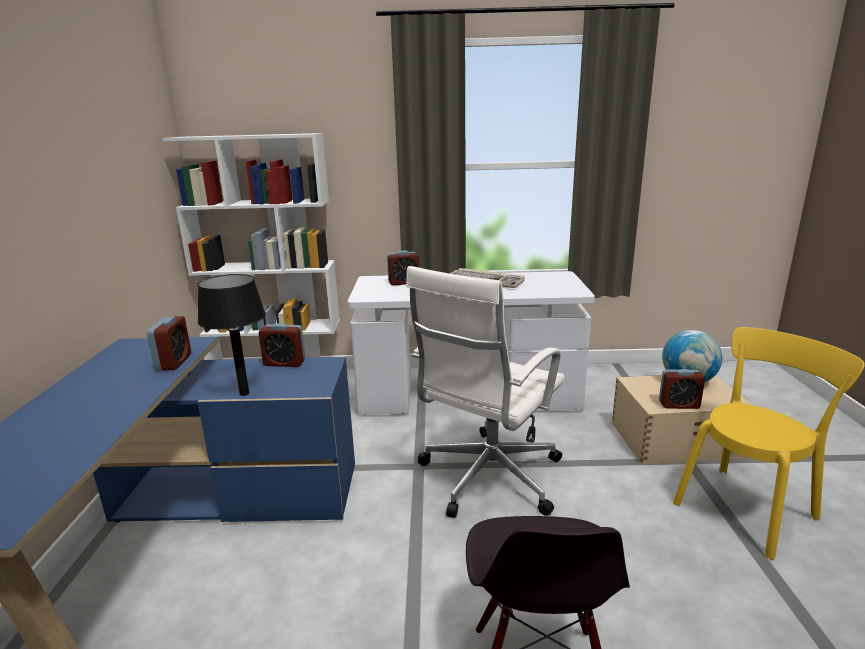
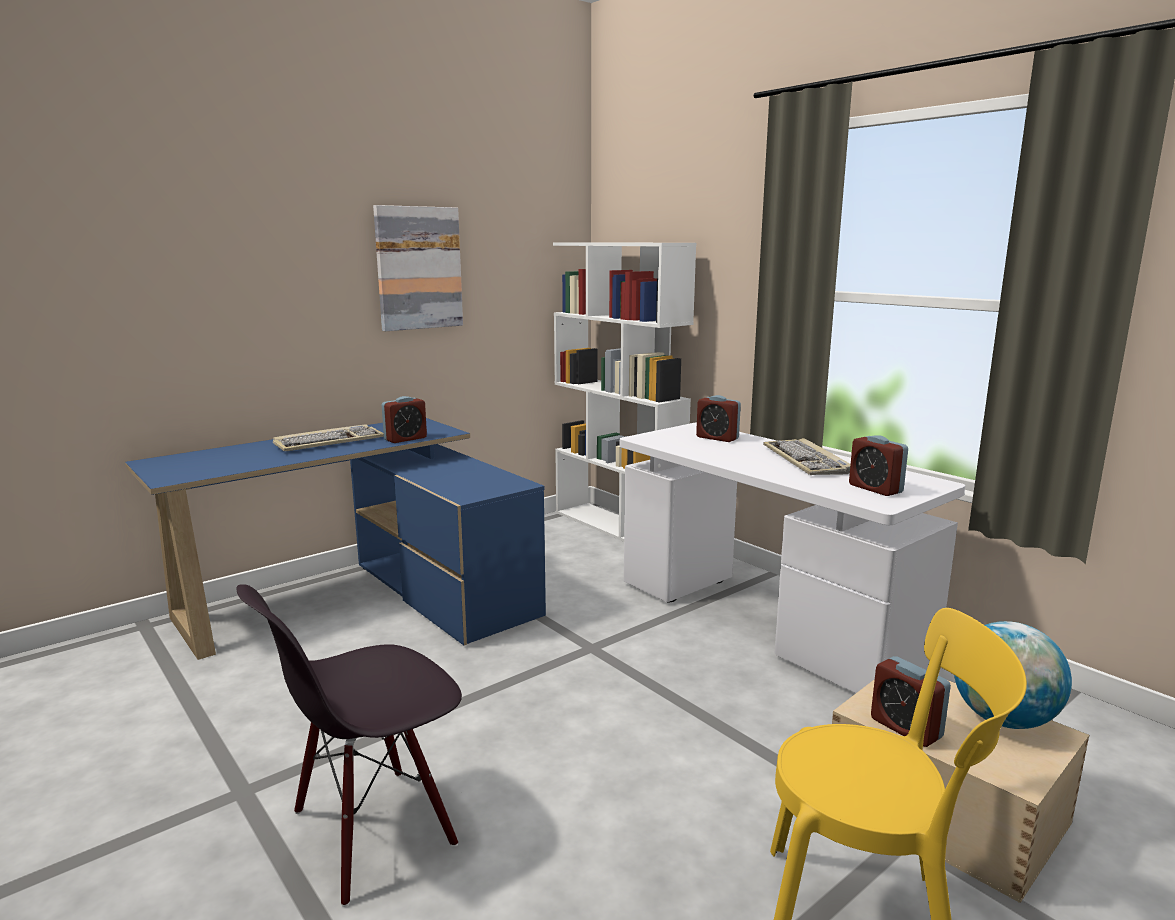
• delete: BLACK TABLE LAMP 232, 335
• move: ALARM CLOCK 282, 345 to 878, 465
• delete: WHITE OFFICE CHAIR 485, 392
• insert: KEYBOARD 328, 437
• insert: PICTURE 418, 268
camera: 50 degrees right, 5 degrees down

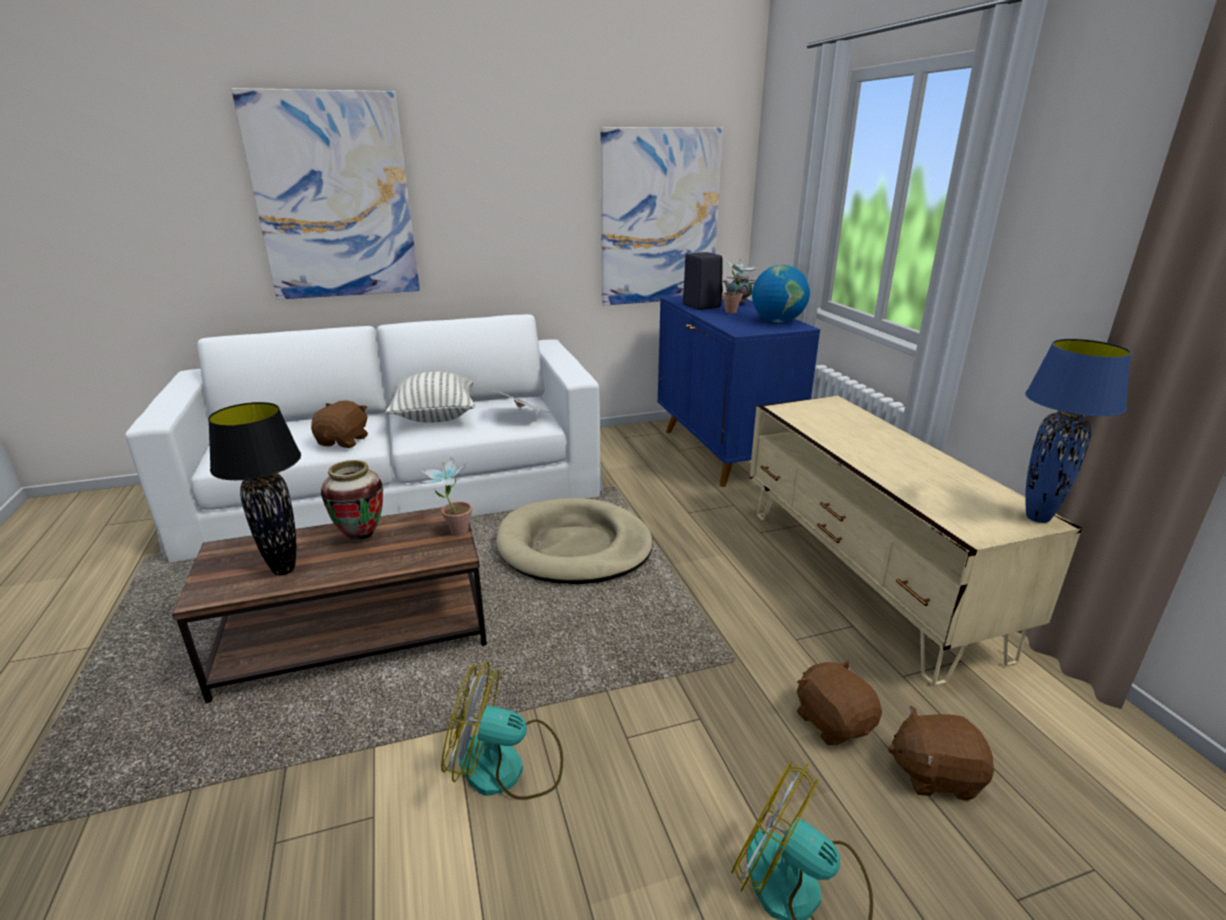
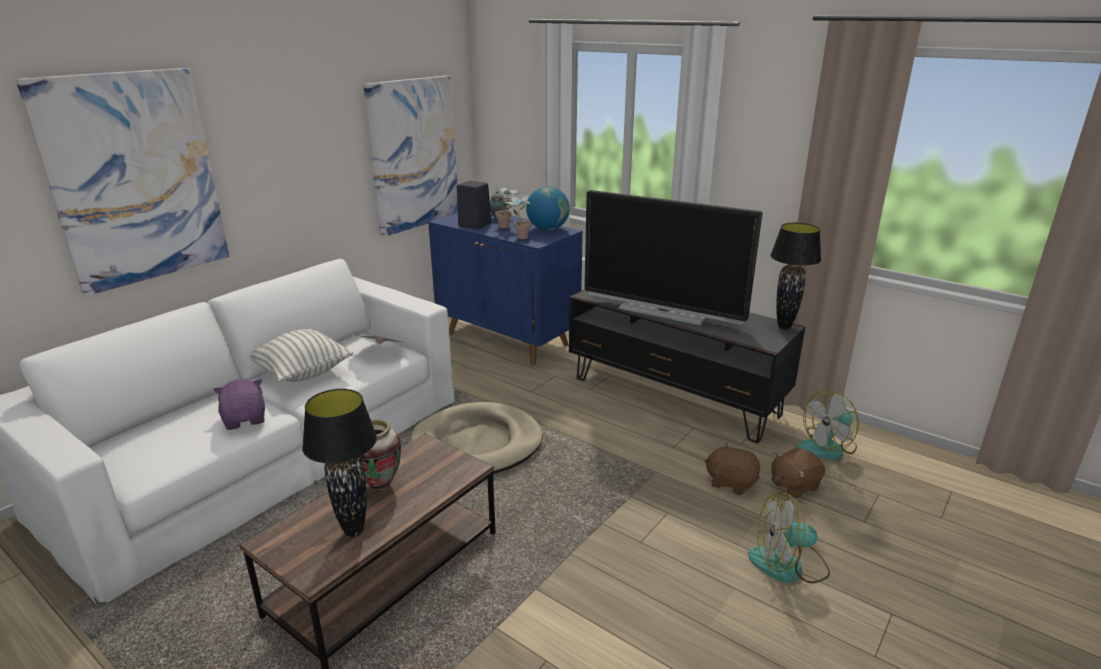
• recolor: BROWN PLUSH TOY 339, 424 to PURPLE PLUSH TOY 239, 404
• move: POTTED PLANT 446, 496 to 518, 216
• move: FAN 502, 730 to 828, 425
• recolor: BEIGE TV STAND 916, 541 to BLACK TV STAND 687, 366
• recolor: BLUE TABLE LAMP 1078, 431 to BLACK TABLE LAMP 795, 276
• insert: TELEVISION 673, 257
camera: 35 degrees left, 0 degrees up

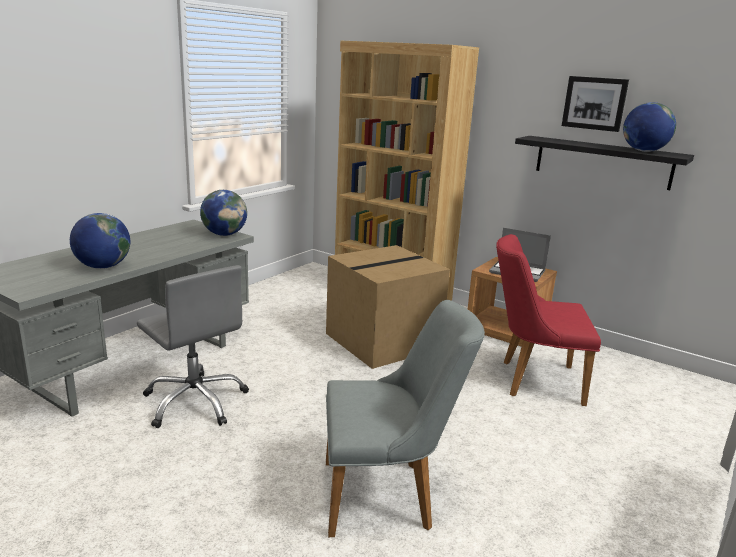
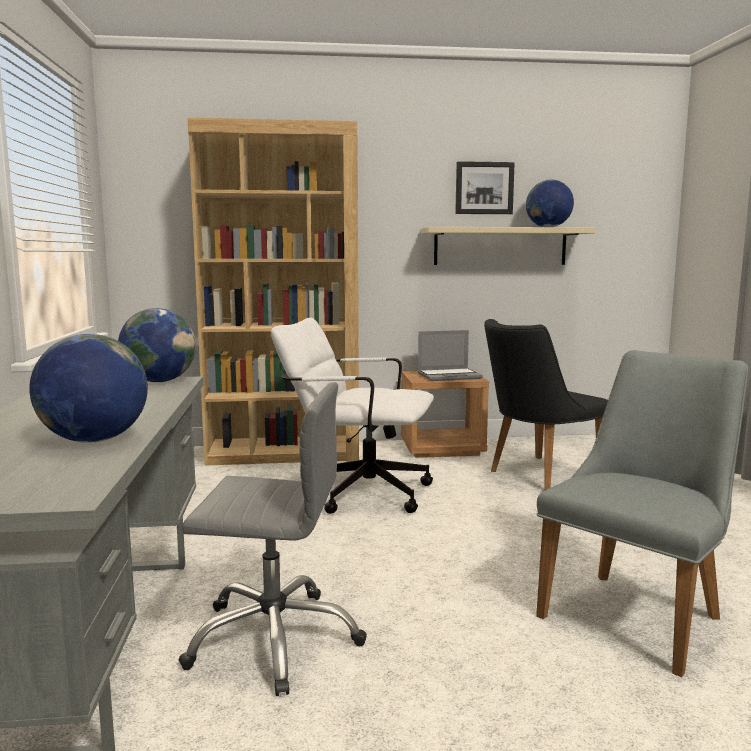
• replace: CARDBOARD BOX 388, 307 to WHITE OFFICE CHAIR 352, 416
• recolor: RED CHAIR 548, 320 to BLACK CHAIR 546, 405
• recolor: BLACK SHELF 604, 163 to BEIGE SHELF 508, 246
camera: 40 degrees left, 10 degrees down

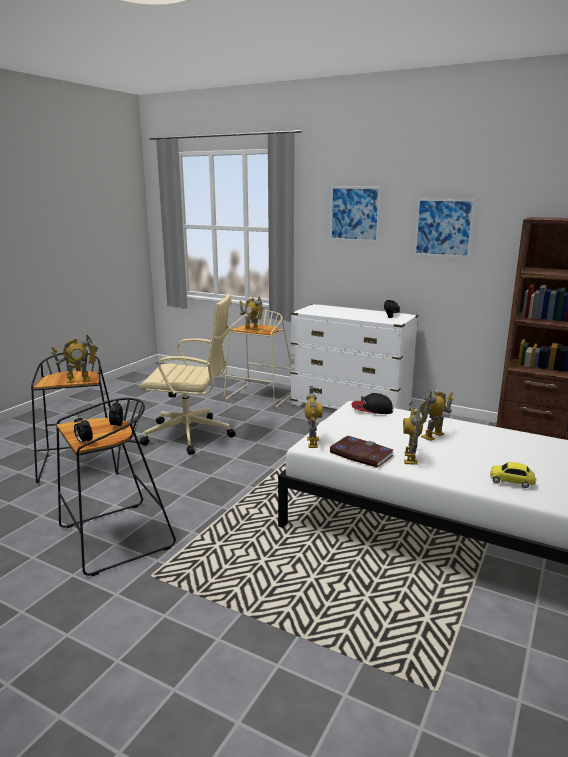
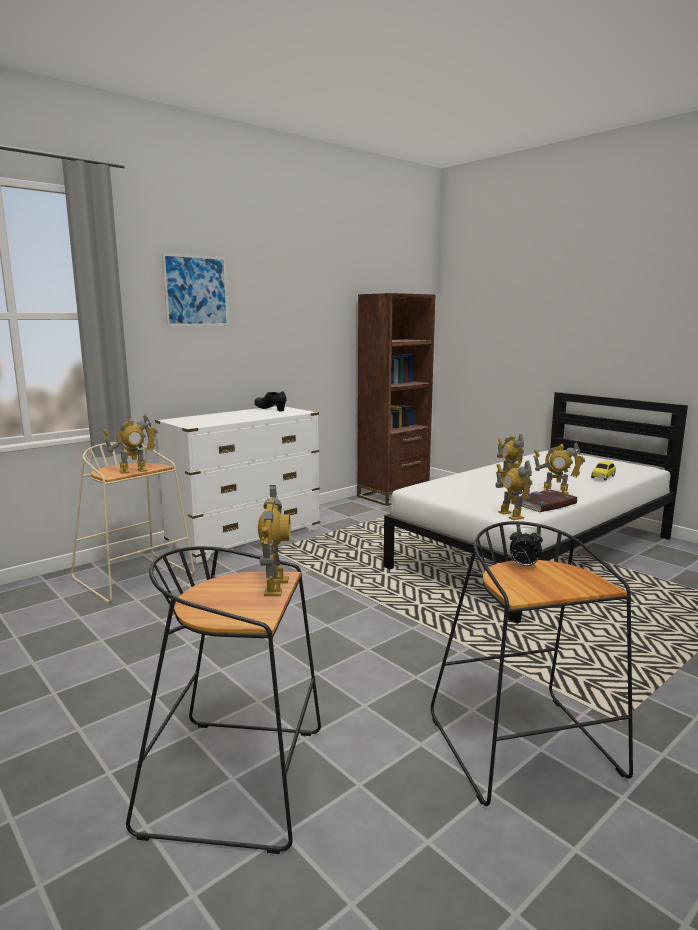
• delete: ALARM CLOCK 83, 428
• delete: BEIGE OFFICE CHAIR 187, 374
• rotate: TOY ROBOT 313, 417 = 514, 490 135 degrees counterclockwise
• delete: CAP 372, 403
• delete: PICTURE 444, 228
camera: 70 degrees left, 5 degrees down

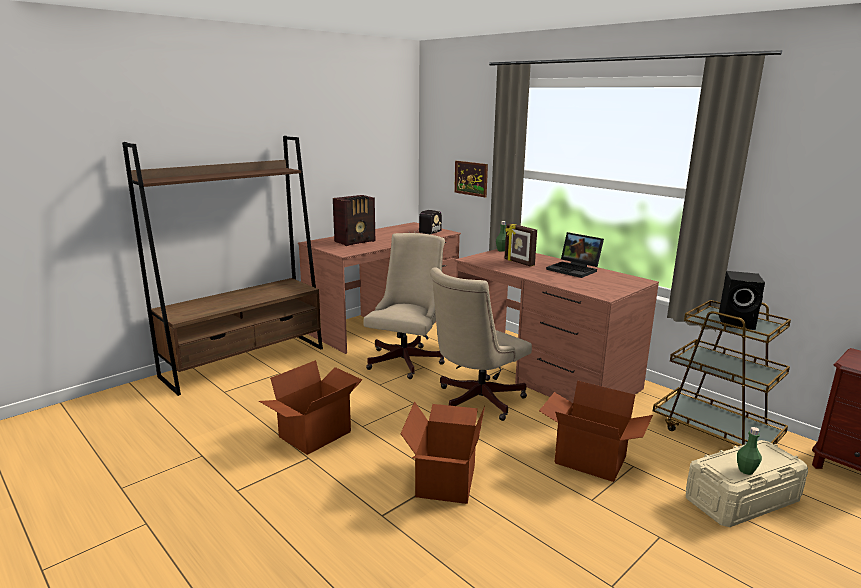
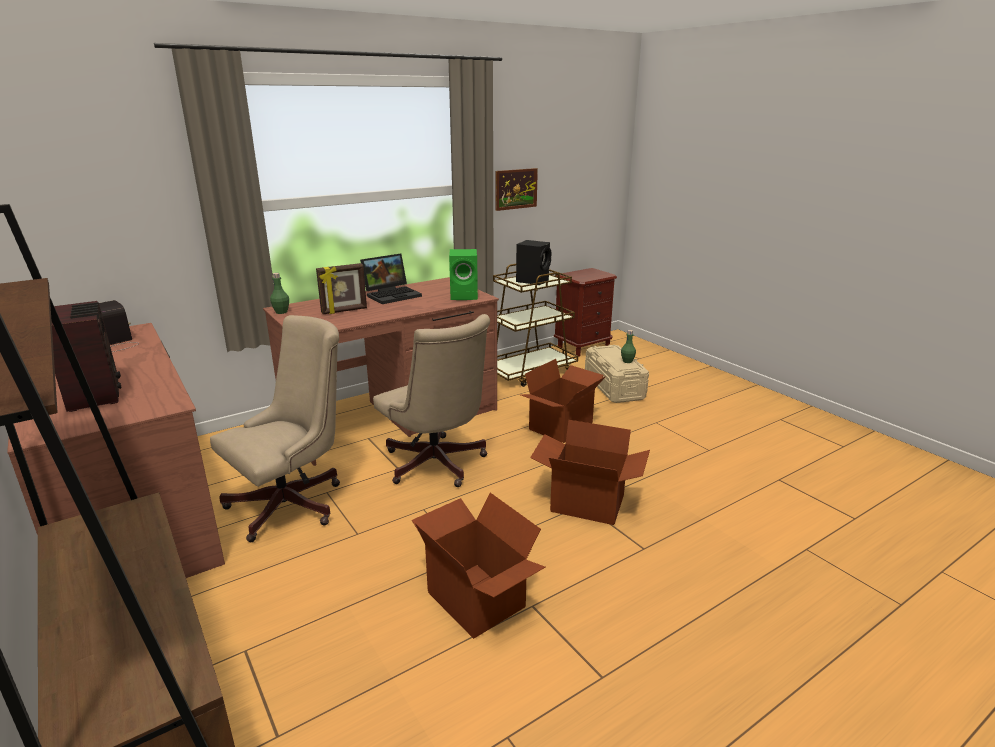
• rotate: BEIGE OFFICE CHAIR 404, 306 = 275, 428 105 degrees clockwise
• move: PICTURE 471, 179 to 517, 189
• insert: GREEN SPEAKER 463, 274
camera: 80 degrees left, 5 degrees up

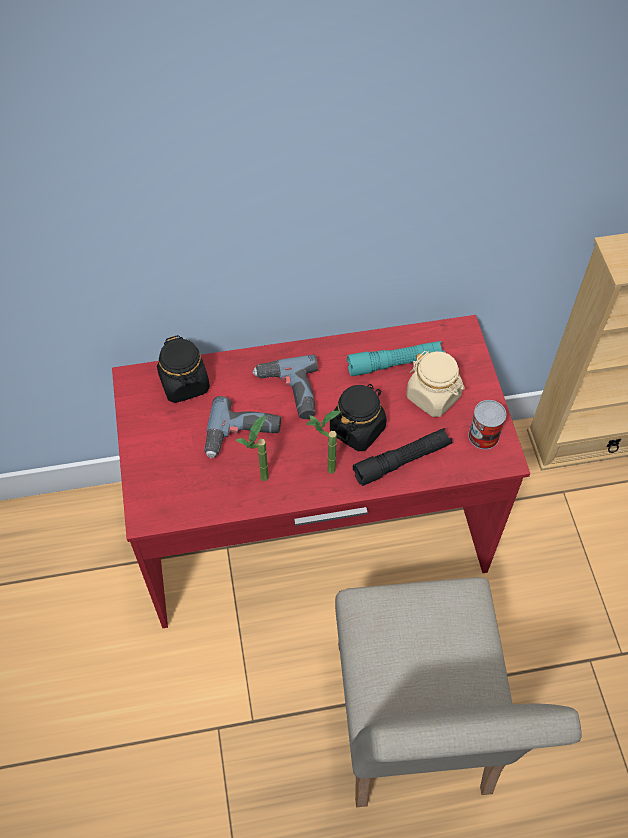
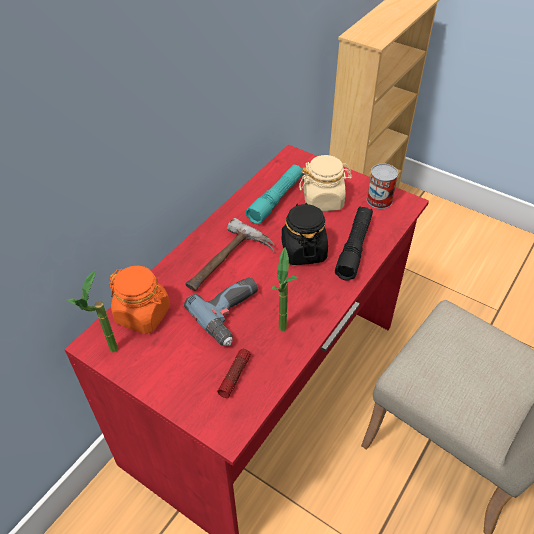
• recolor: BLACK JAR 183, 369 to ORANGE JAR 139, 300
• replace: POWER DRILL 285, 387 to HAMMER 230, 254
• move: POTTED PLANT 323, 442 to 92, 311
• insert: FLASHLIGHT 234, 373
camera: 45 degrees left, 10 degrees down

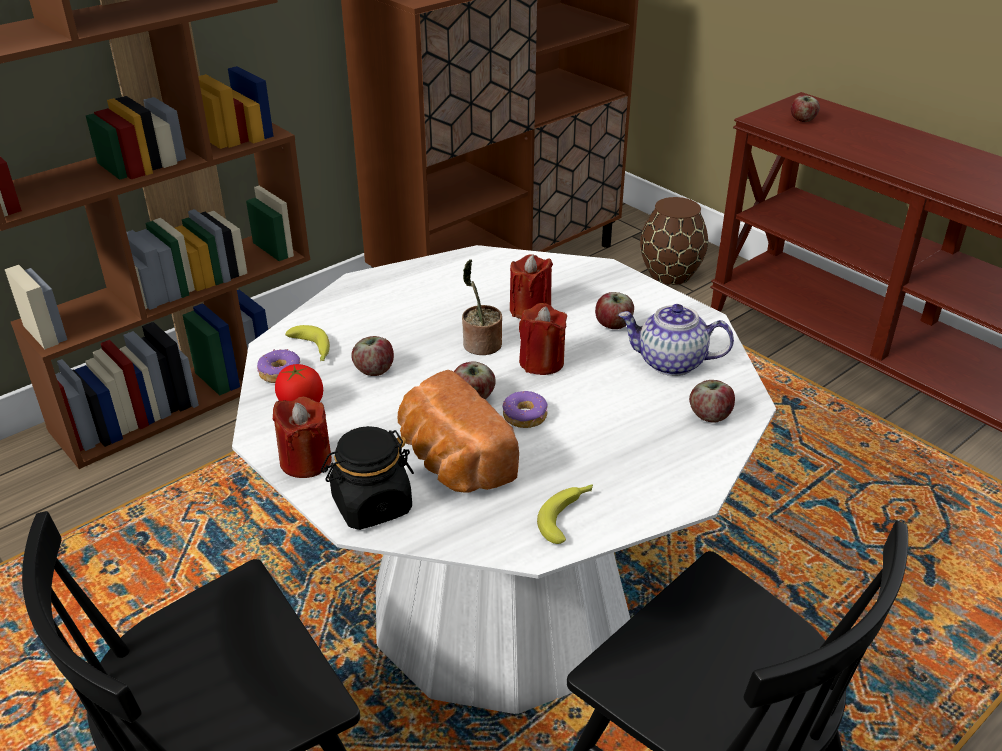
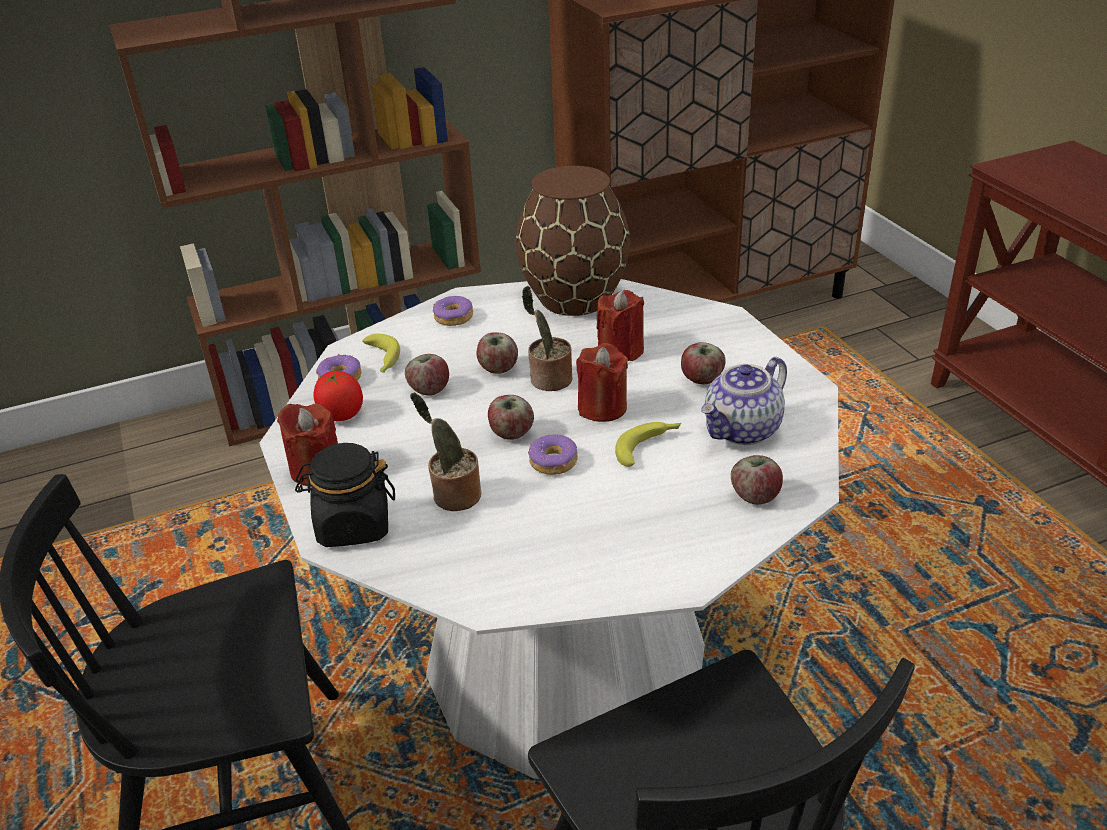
• replace: BREAD 458, 431 to POTTED PLANT 445, 451
• move: BANANA 565, 514 to 648, 444
• rotate: TEAPOT 676, 340 = 744, 401 75 degrees counterclockwise
• move: BROWN VASE 674, 241 to 573, 241
• move: APPLE 805, 108 to 497, 353
• insert: DONUT 453, 311
camera: 20 degrees right, 0 degrees up

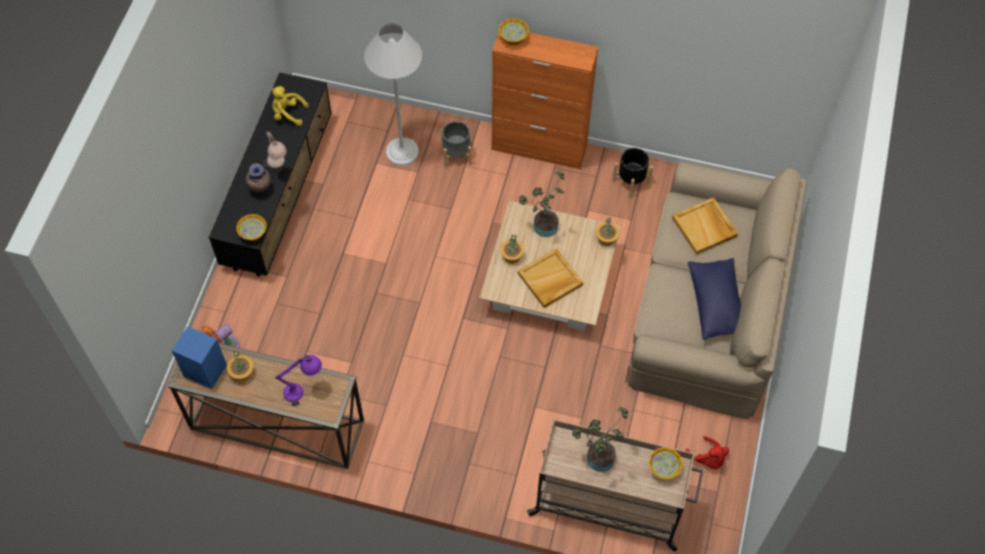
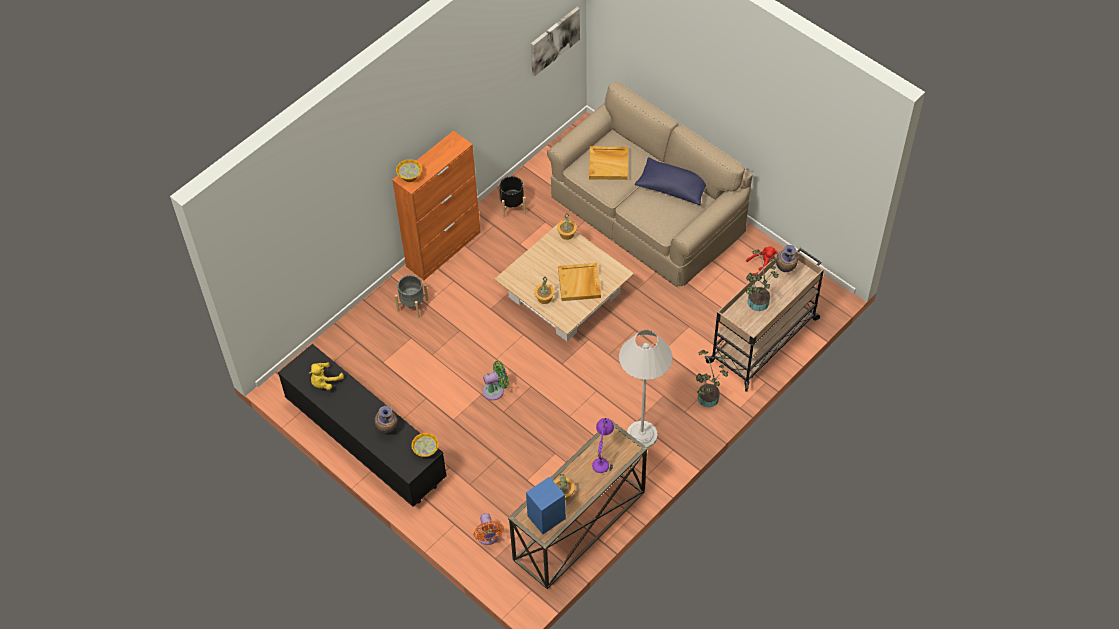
• delete: BEIGE TABLE LAMP 275, 149
• move: WHITE FLOOR LAMP 393, 94 to 646, 389
• move: POTTED PLANT 541, 204 to 712, 378
• replace: BOWL 666, 463 to VASE 787, 258
• insert: GREEN FAN 495, 380
• insert: PICTURE 555, 41
camera: 60 degrees left, 5 degrees down

